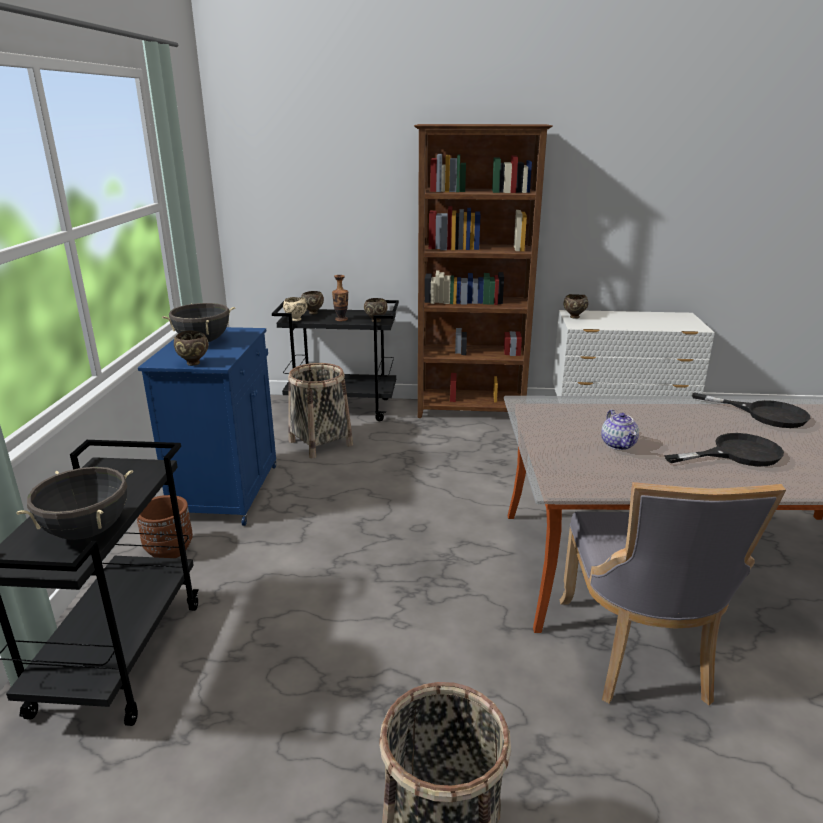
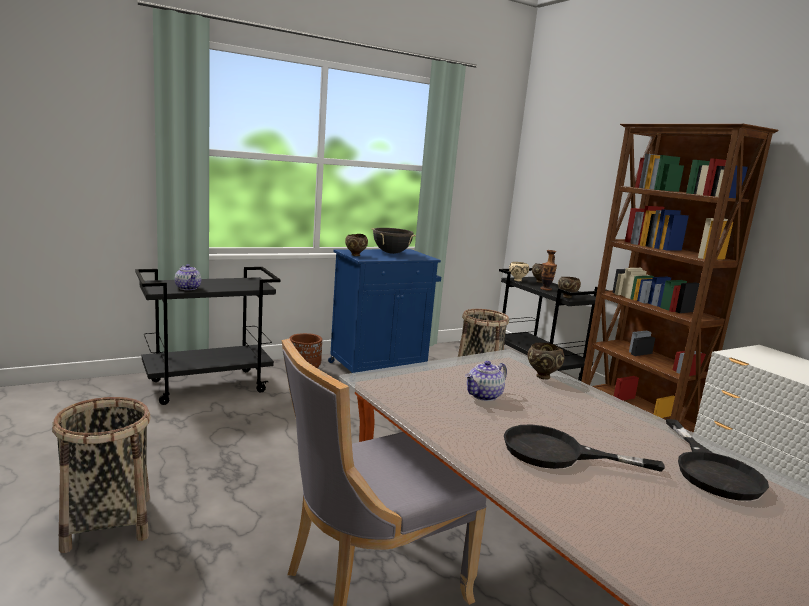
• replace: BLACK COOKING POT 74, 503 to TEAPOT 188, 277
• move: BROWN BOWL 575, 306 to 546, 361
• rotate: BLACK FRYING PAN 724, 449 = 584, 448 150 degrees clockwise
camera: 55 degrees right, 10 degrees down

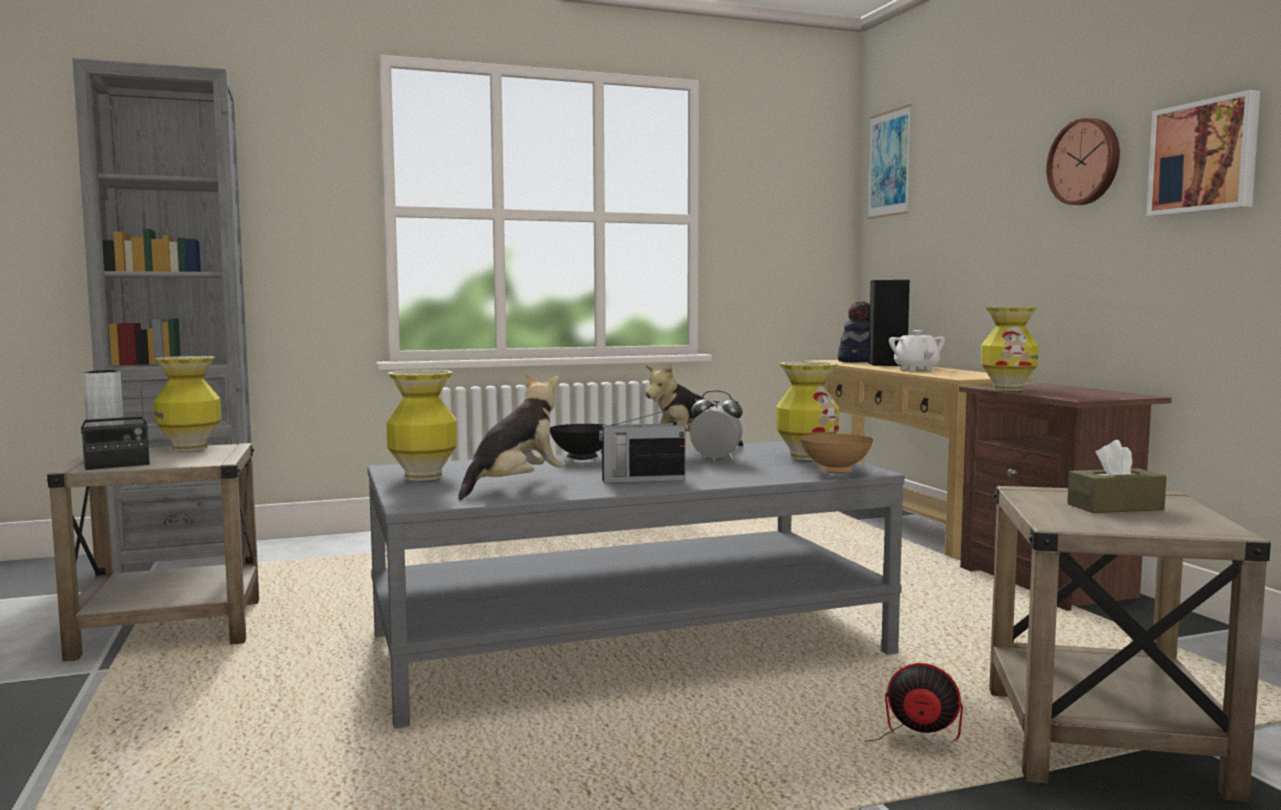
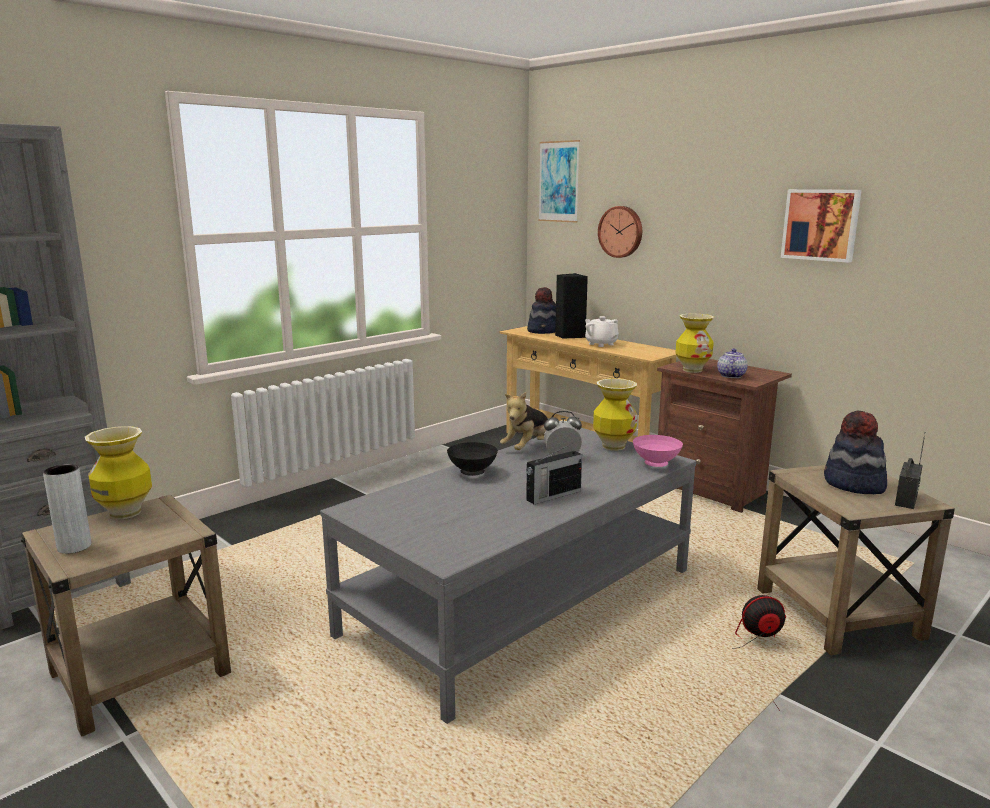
• move: RADIO 115, 425 to 910, 471
• delete: VASE 421, 425
• delete: PLUSH TOY 512, 436
• recolor: BROWN BOWL 836, 453 to PINK BOWL 658, 451
• move: WALL CLOCK 1083, 161 to 620, 232
• replace: BROWN TISSUE BOX 1117, 476 to HAT 855, 452
• insert: TEAPOT 732, 363
camera: 25 degrees left, 10 degrees up

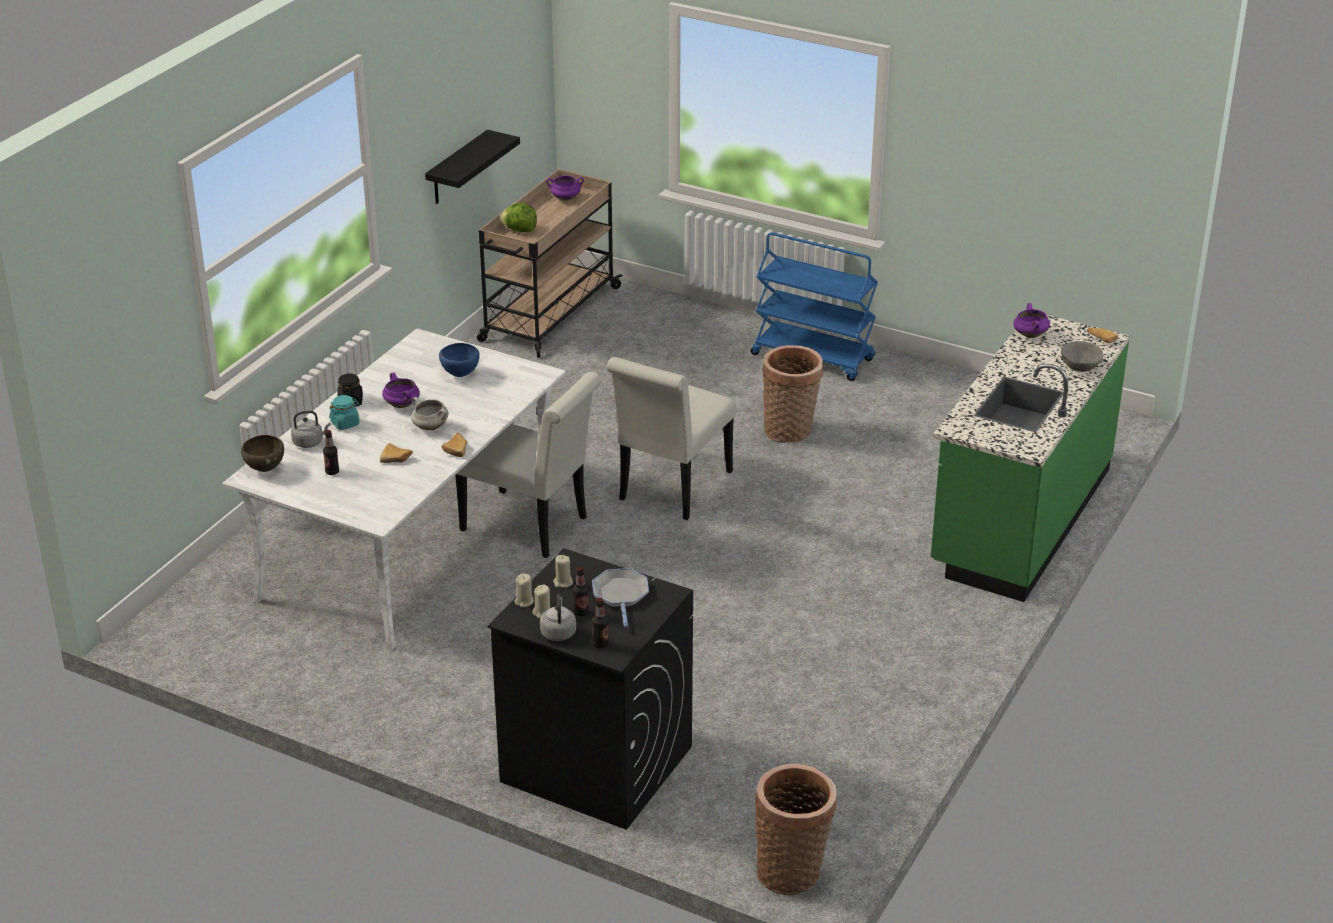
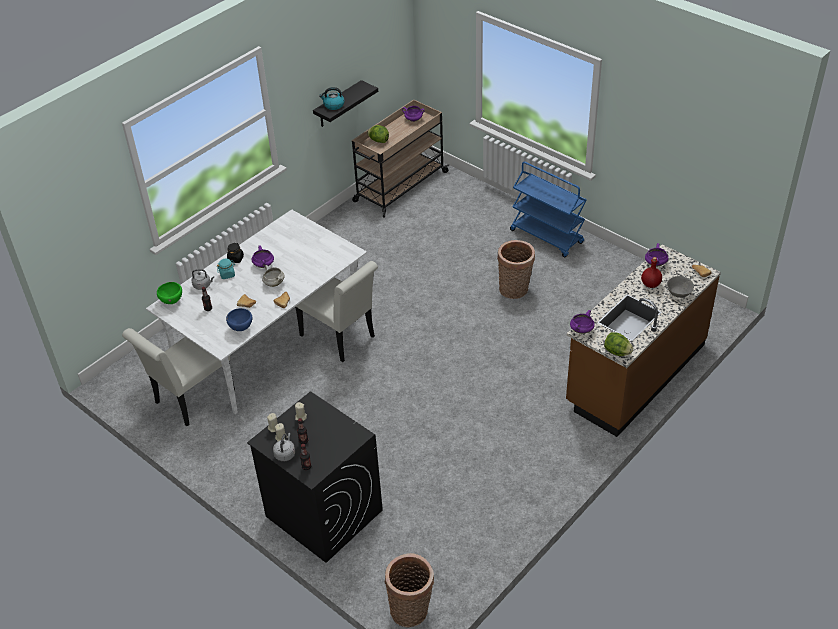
• recolor: BROWN BOWL 262, 453 to GREEN BOWL 169, 293
• move: BLUE BOWL 459, 360 to 239, 319
• delete: FRYING PAN 620, 597
• move: WHITE CHAIR 671, 438 to 178, 377
• recolor: GREEN COUNTER 1030, 458 to BROWN COUNTER 643, 341
• insert: KETTLE 332, 98
• insert: PURPLE COOKING POT 582, 322
• insert: LETTUCE 618, 344
• insert: RED BOTTLE 651, 272
camera: 15 degrees right, 10 degrees up

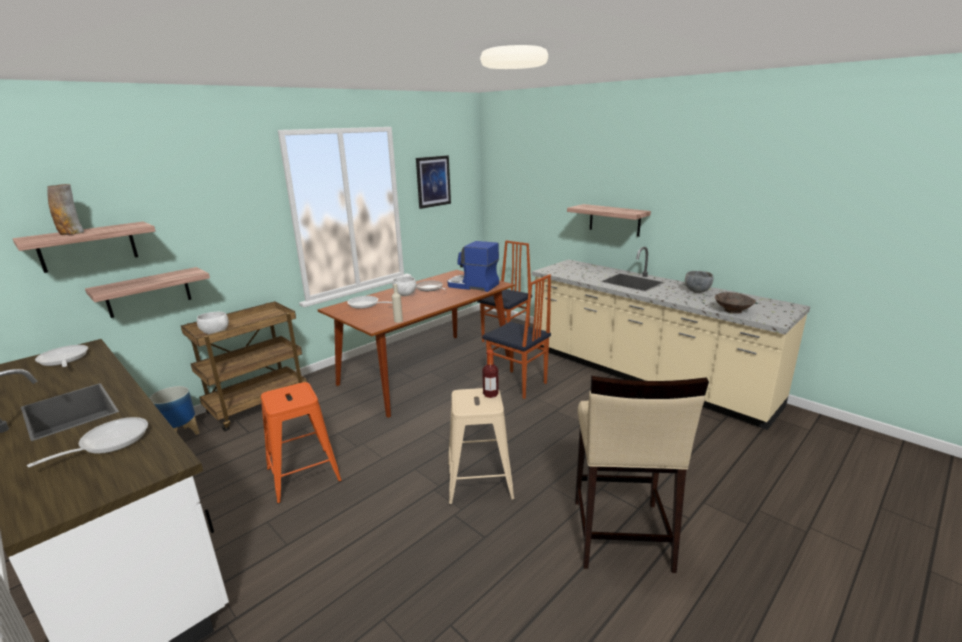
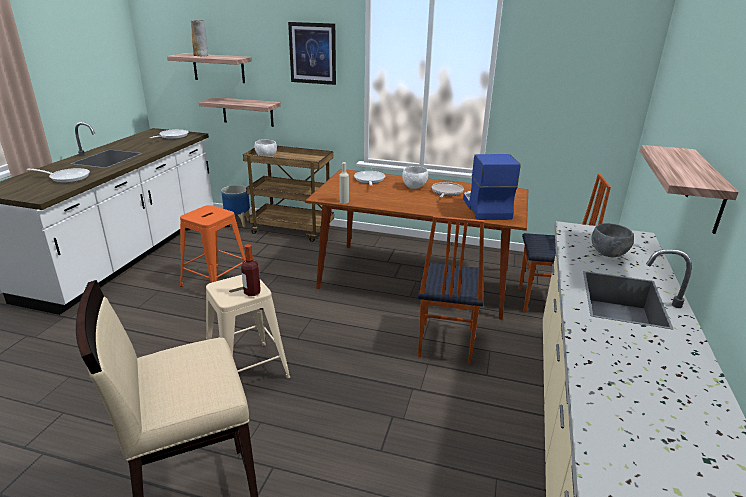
• move: PICTURE 433, 182 to 312, 53
• move: GREY BOWL 699, 282 to 612, 240
• delete: BROWN BOWL 735, 303
camera: 60 degrees right, 5 degrees up

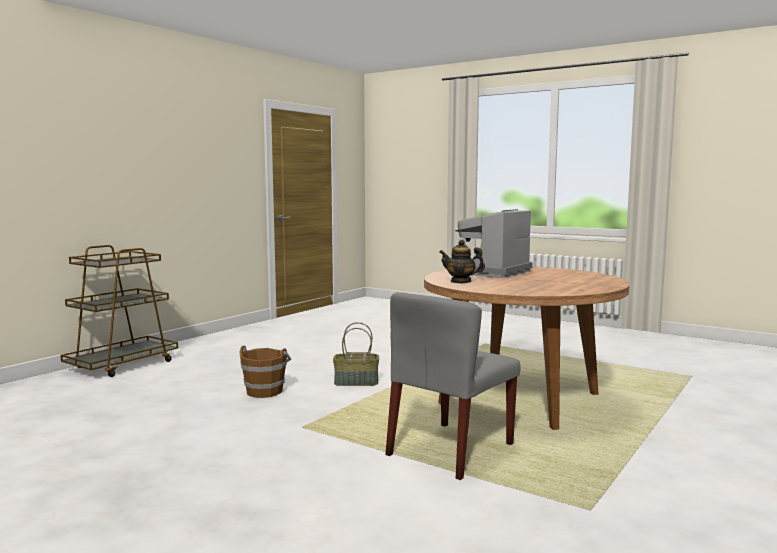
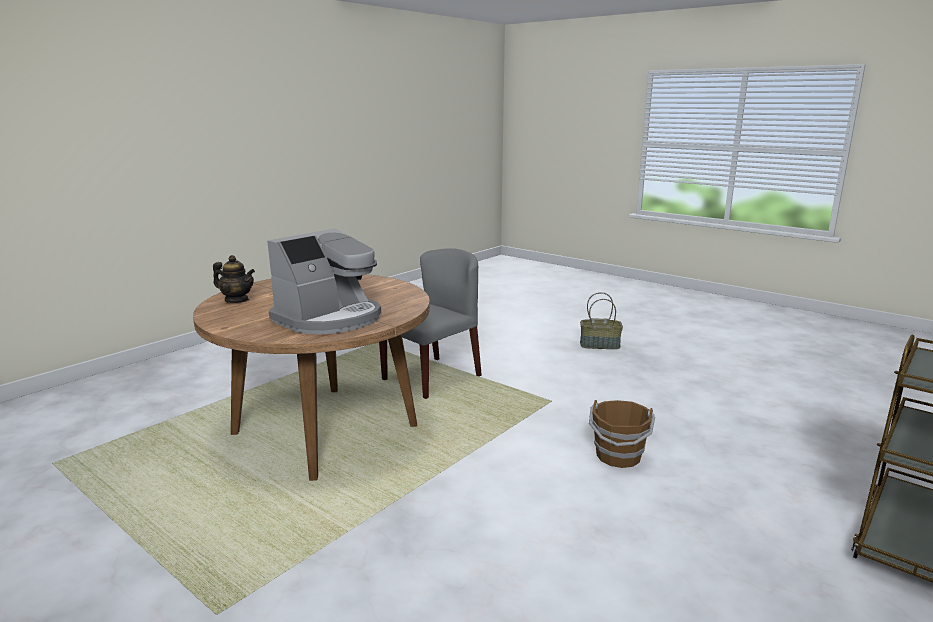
• move: BASKET 356, 354 to 601, 320
• move: TEAPOT 462, 261 to 234, 279
camera: 175 degrees left, 10 degrees up

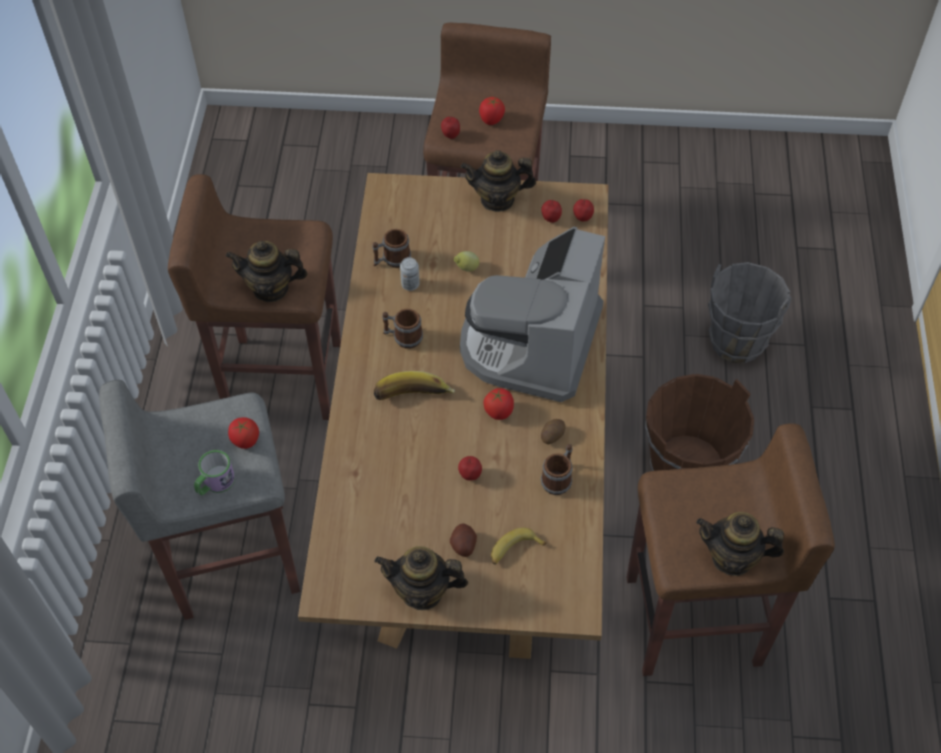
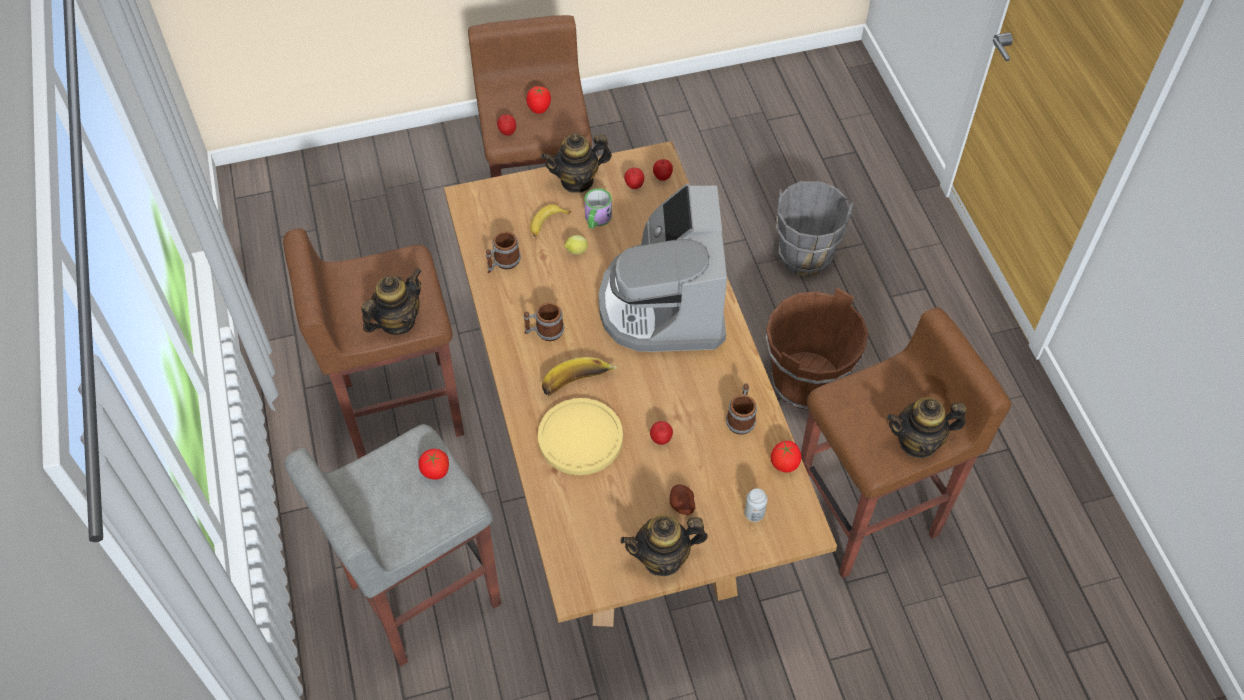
• move: MUG 214, 472 to 598, 208
• rotate: TEAPOT 266, 271 = 391, 301 150 degrees clockwise
• move: CAN 410, 274 to 756, 505
• move: TOMATO 498, 404 to 786, 456
• move: BANANA 519, 546 to 550, 220
• delete: POTATO 553, 431
• insert: YELLOW PLATE 580, 436
camera: 20 degrees left, 0 degrees up

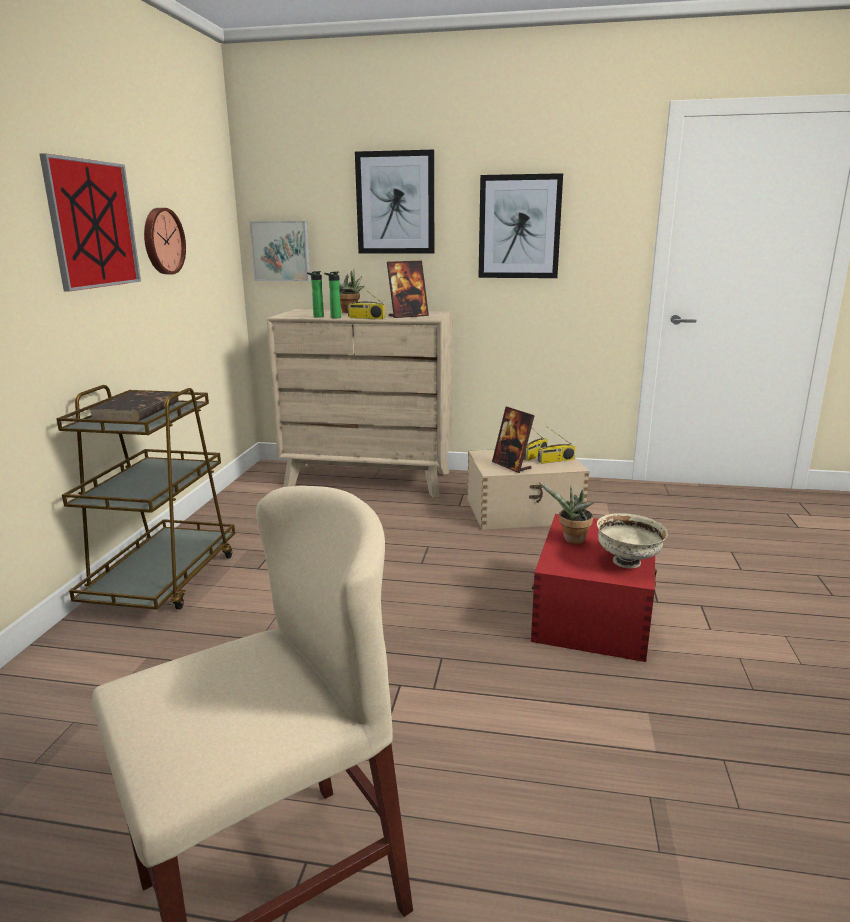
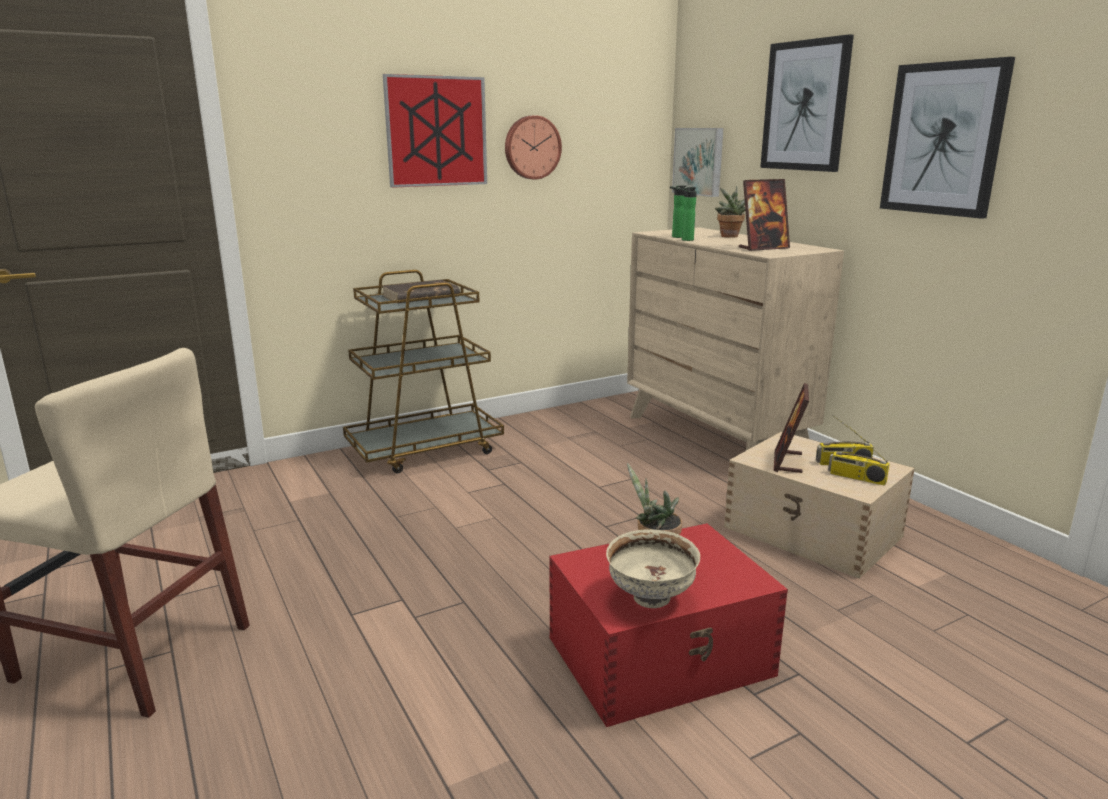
• delete: RADIO 366, 300
• rotate: PICTURE FRAME 408, 289 = 764, 215 45 degrees counterclockwise
camera: 50 degrees right, 0 degrees up

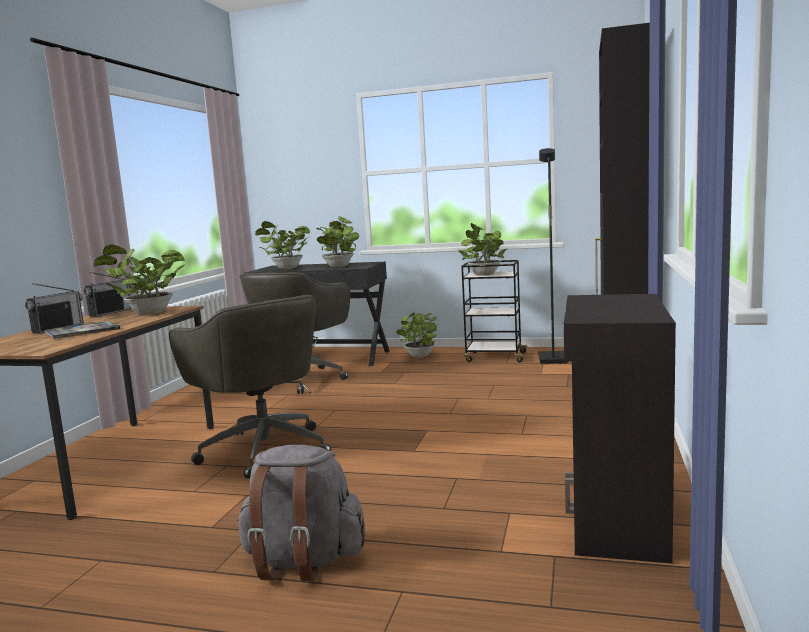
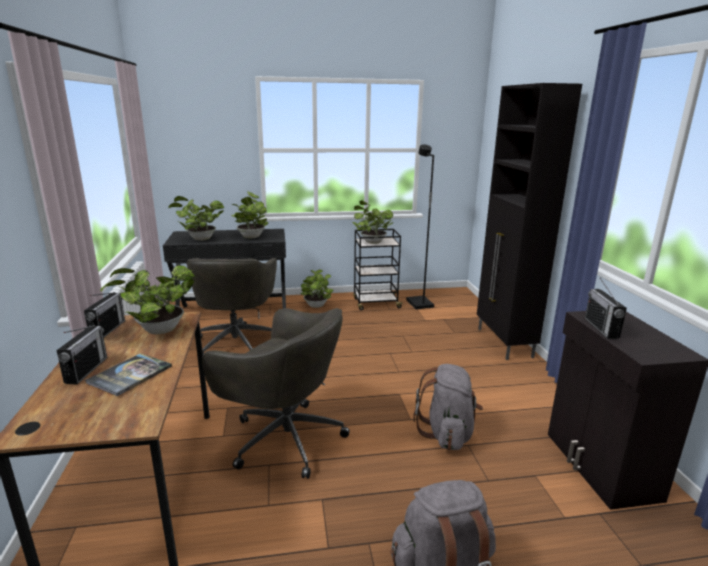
• insert: GREY BACKPACK 448, 407
• insert: RADIO 606, 308
camera: 25 degrees left, 10 degrees up

